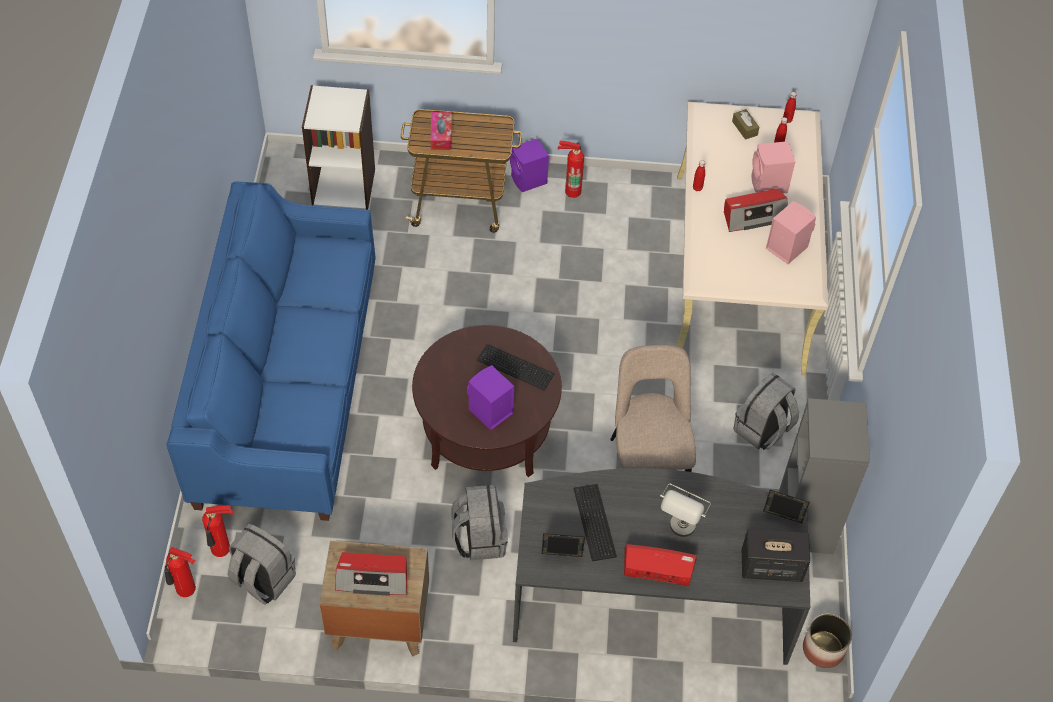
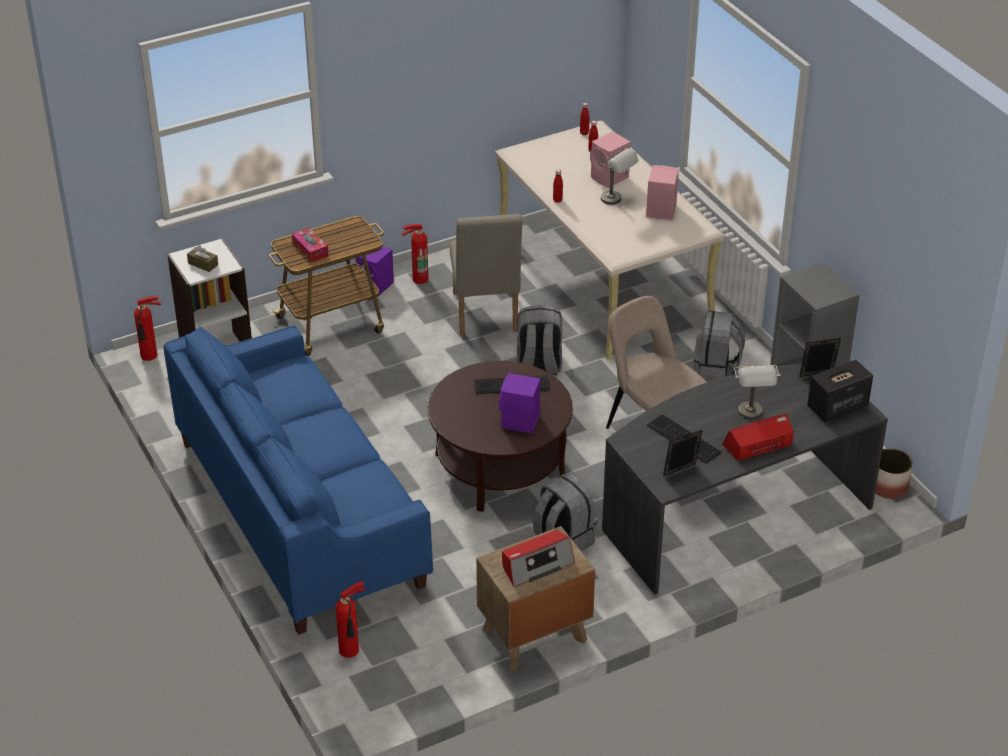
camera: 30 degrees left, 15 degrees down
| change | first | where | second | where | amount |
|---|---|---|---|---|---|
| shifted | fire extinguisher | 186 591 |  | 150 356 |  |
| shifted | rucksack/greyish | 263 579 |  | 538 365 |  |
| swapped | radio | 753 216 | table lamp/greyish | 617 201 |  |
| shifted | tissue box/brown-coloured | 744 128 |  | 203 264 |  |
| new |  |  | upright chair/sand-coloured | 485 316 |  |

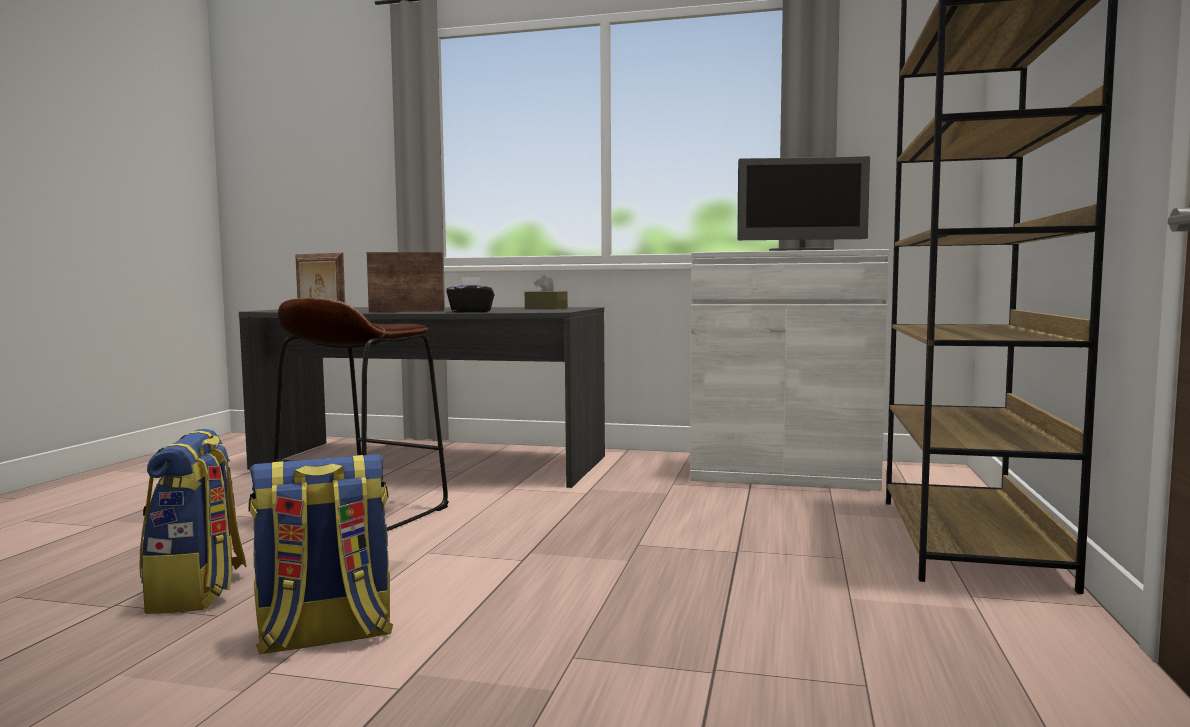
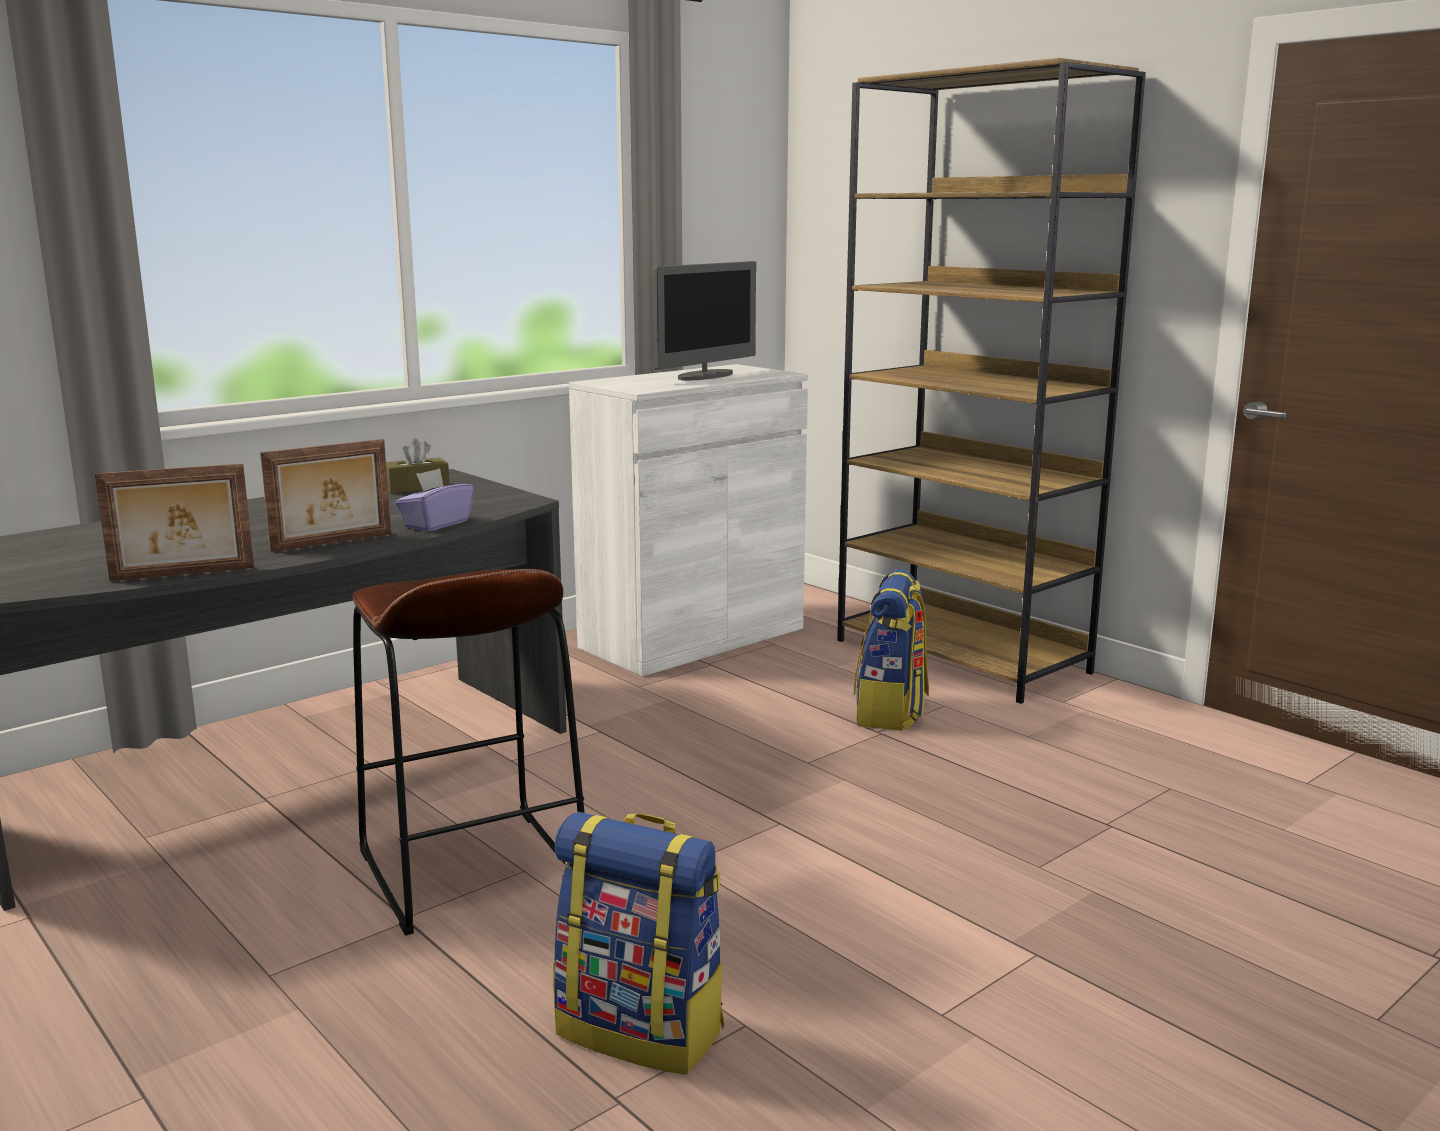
camera: 55 degrees left, 10 degrees up
| change | first | where | second | where | amount |
|---|---|---|---|---|---|
| shifted | rucksack | 325 636 |  | 891 712 |  |
| rotated | photo frame | 406 311 |  | 333 543 | 150 degrees counterclockwise |
| repainted | tissue box/black-coloured | 471 312 | tissue box/purplish | 436 524 |  |

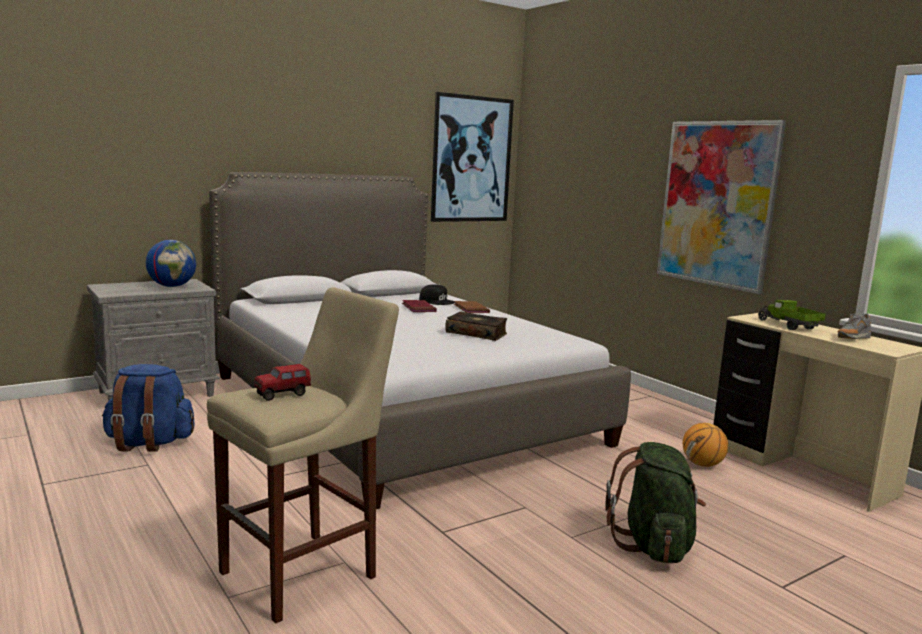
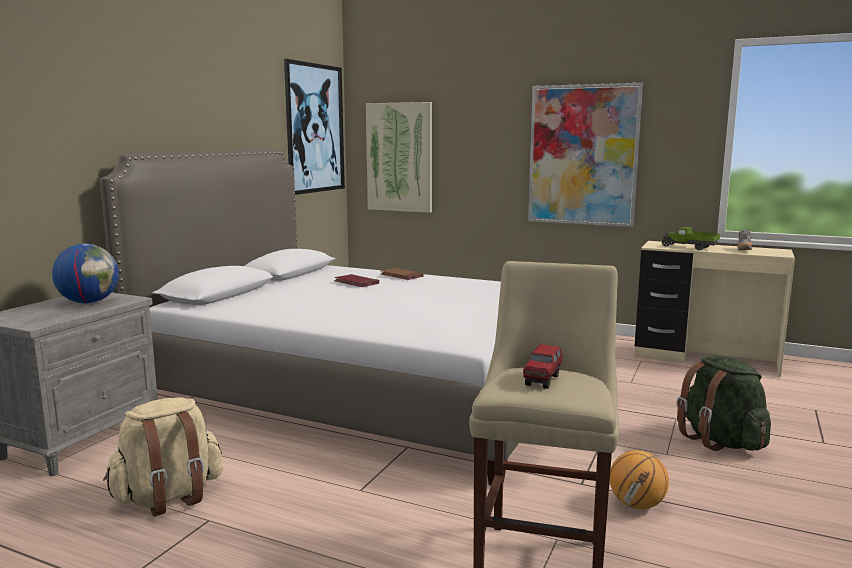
camera: 30 degrees left, 0 degrees up
| change | first | where | second | where | amount |
|---|---|---|---|---|---|
| repainted | rucksack/blue-coloured | 148 443 | rucksack/sand-coloured | 169 497 |  |
| gone | baseball cap/black-coloured | 437 301 |  |  |  |
| gone | volume | 476 333 |  |  |  |
| shifted | ball for basketball | 702 464 |  | 637 505 |  |
| new |  |  | picture | 399 157 |  |

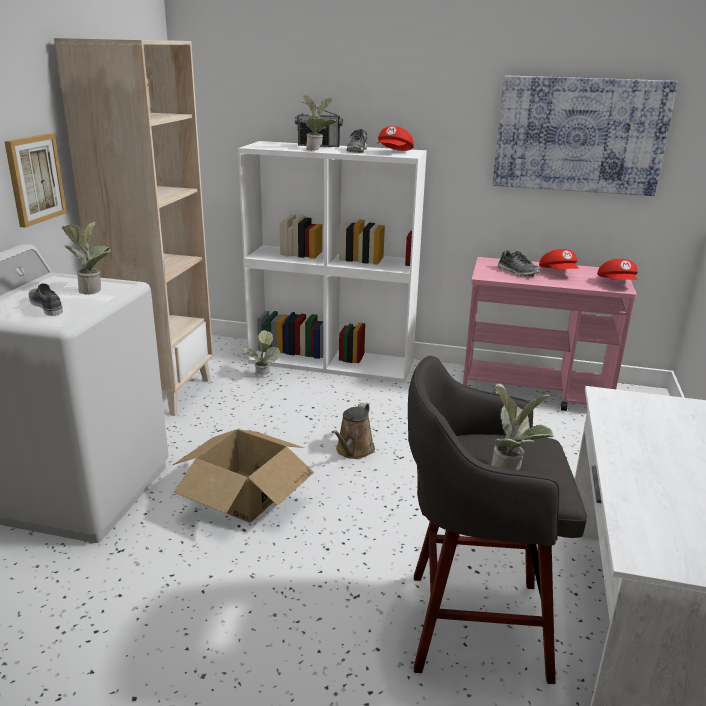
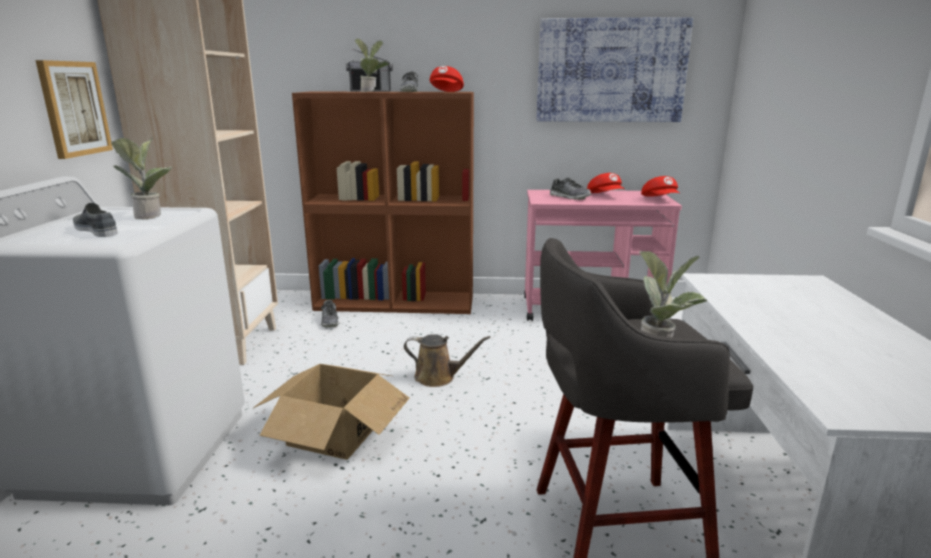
camera: 10 degrees left, 5 degrees down
| change | first | where | second | where | amount |
|---|---|---|---|---|---|
| repainted | bookcase/white | 332 362 | bookcase/brown-coloured | 396 302 |  |
| swapped | houseplant | 262 377 | low shoe | 330 321 |  |
| rotated | sprinkling can/brown-coloured | 353 451 |  | 438 377 | 90 degrees counterclockwise |

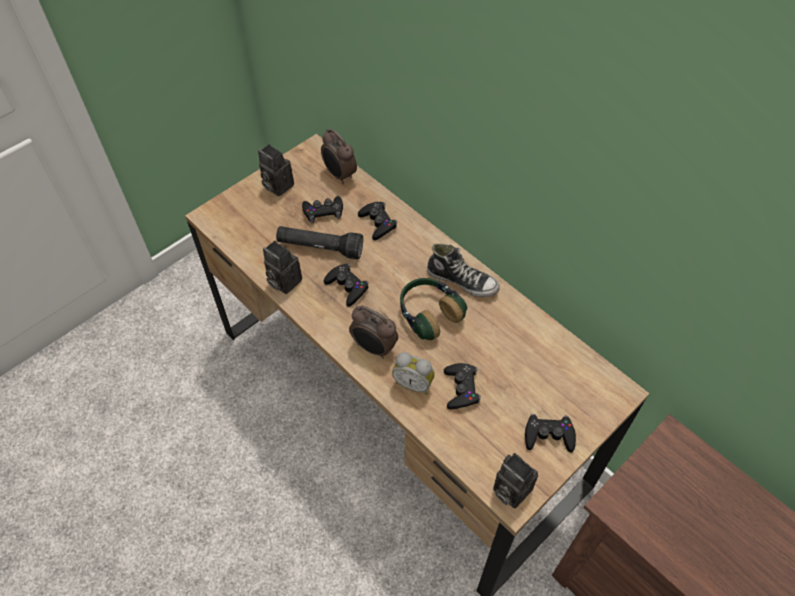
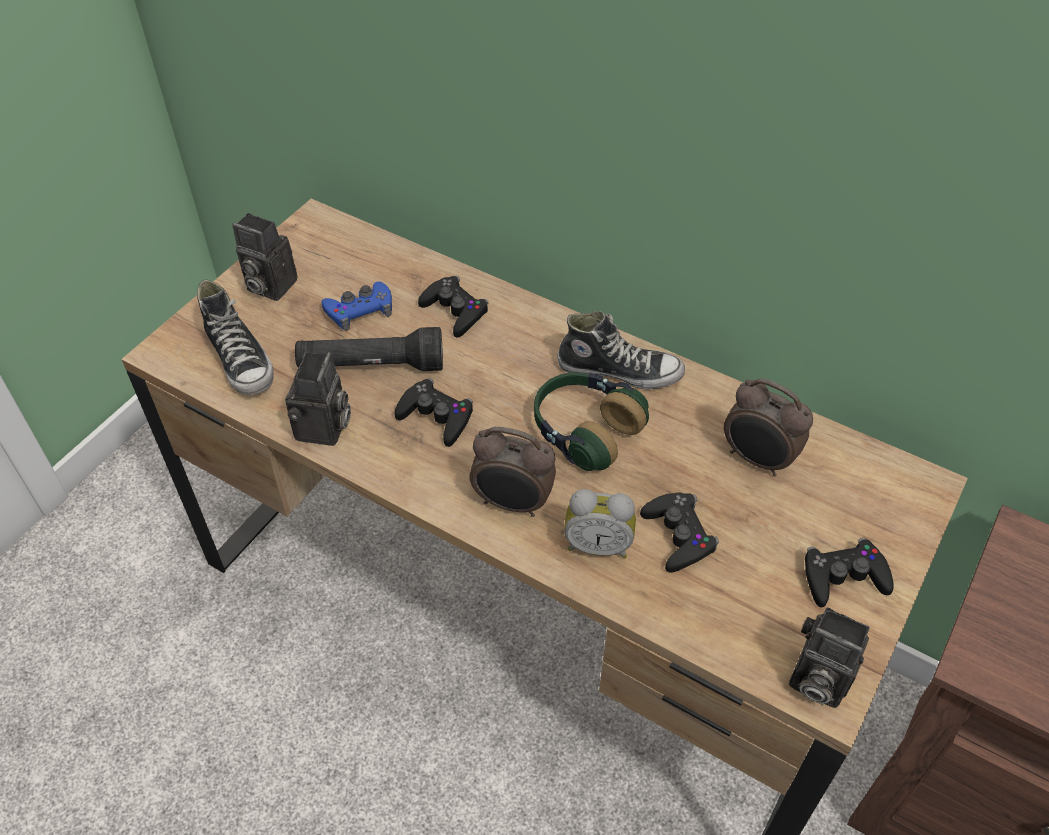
camera: 15 degrees left, 5 degrees down
| change | first | where | second | where | amount |
|---|---|---|---|---|---|
| rotated | photo camera | 282 281 |  | 324 430 | 105 degrees counterclockwise |
| repainted | joypad/black-coloured | 323 212 | joypad/blue-coloured | 360 310 |  |
| shifted | bedside clock | 339 175 |  | 757 459 |  |
| new |  |  | low shoe | 241 360 |  |

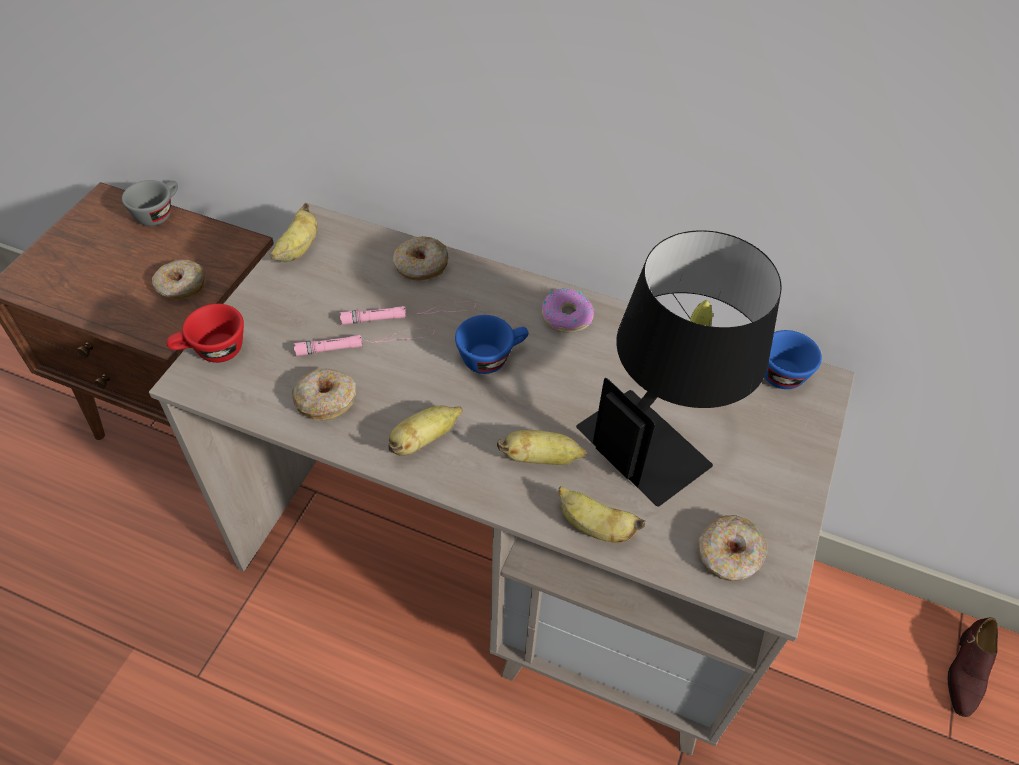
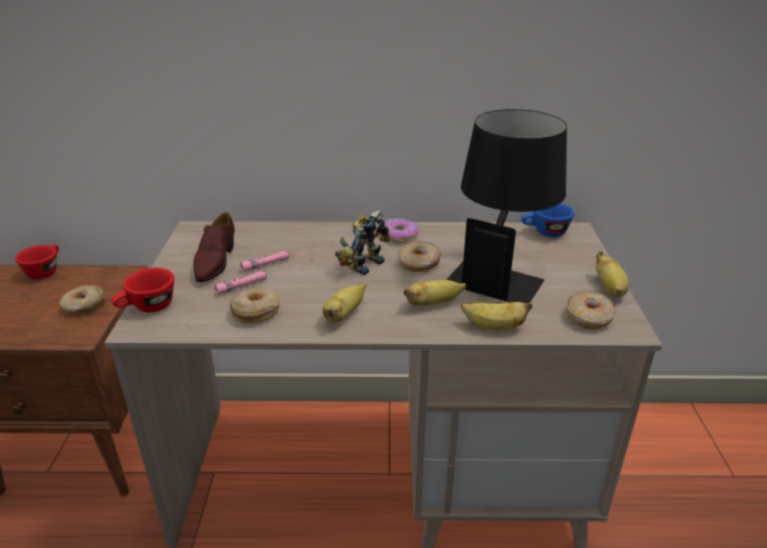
camera: 20 degrees left, 20 degrees down
| change | first | where | second | where | amount |
|---|---|---|---|---|---|
| repainted | small cup/greyish | 158 213 | small cup/reddish | 45 271 |  |
| shifted | banana | 298 250 |  | 610 289 |  |
| shifted | doughnut | 421 266 |  | 419 263 |  |
| swapped | small cup/blue-coloured | 492 357 | toy robot | 363 264 |  |
| shifted | low shoe/brown-coloured | 965 672 |  | 215 261 |  |

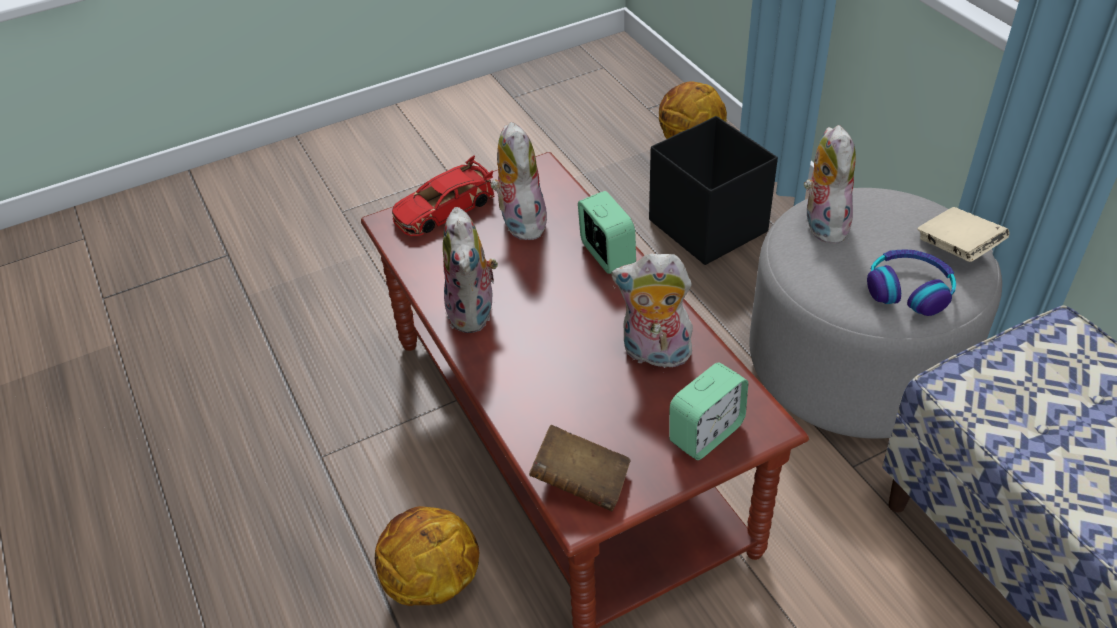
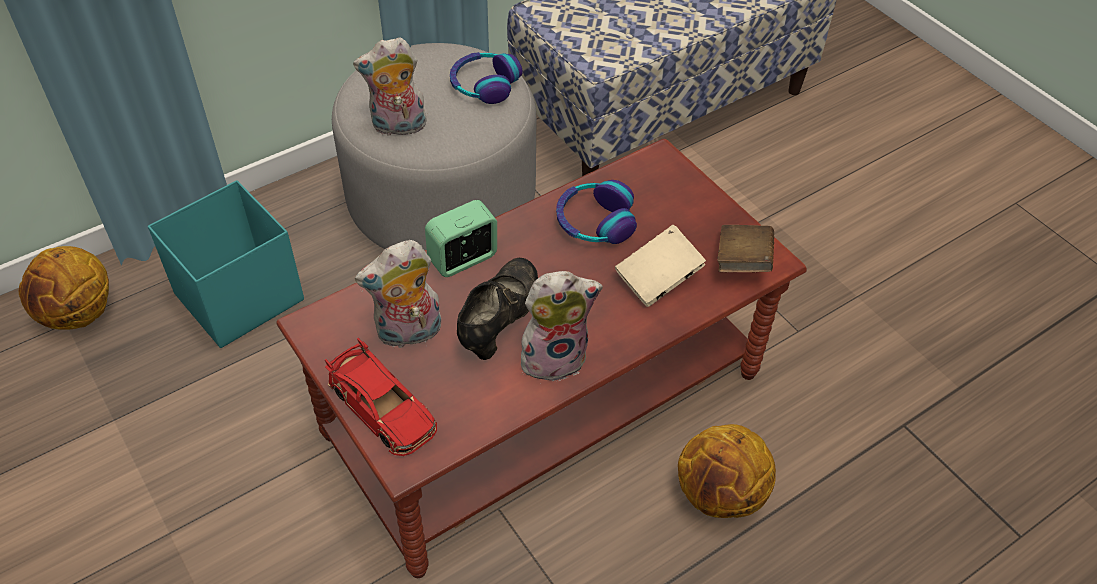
camera: 100 degrees left, 5 degrees up
| change | first | where | second | where | amount |
|---|---|---|---|---|---|
| swapped | plush toy | 654 354 | headset | 595 222 |  |
| repainted | storage bin/black-coloured | 707 225 | storage bin/blue-green | 237 298 |  |
| gone | bedside clock | 706 433 |  |  |  |
| shifted | volume/sand-coloured | 957 248 |  | 658 279 |  |
| new |  |  | low shoe/black-coloured | 499 321 |  |

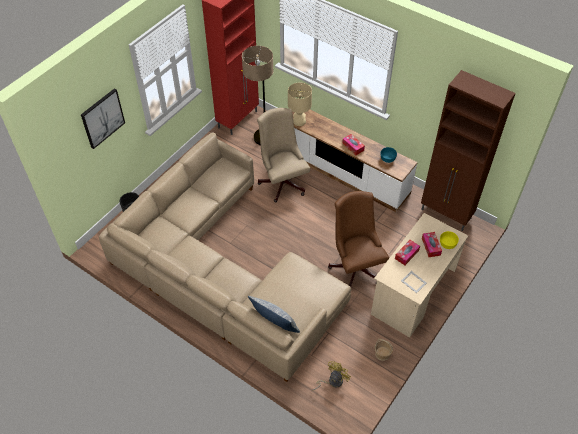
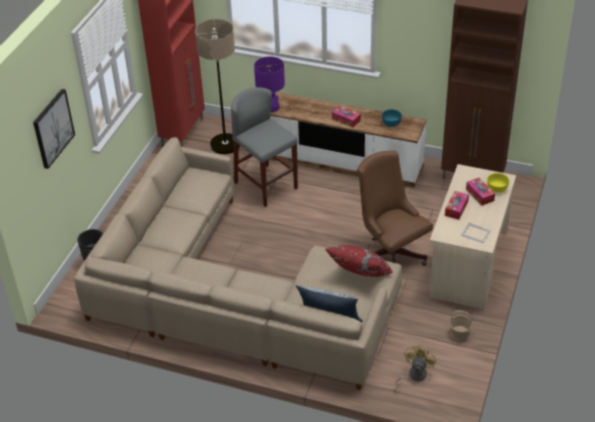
camera: 15 degrees left, 10 degrees down
| change | first | where | second | where | amount |
|---|---|---|---|---|---|
| swapped | desk chair/sand-coloured | 282 181 | stool/greyish | 266 185 |  |
| repainted | table lamp/sand-coloured | 299 121 | table lamp/purplish | 271 107 |  |
| new |  |  | pillow/reddish | 359 276 |  |

